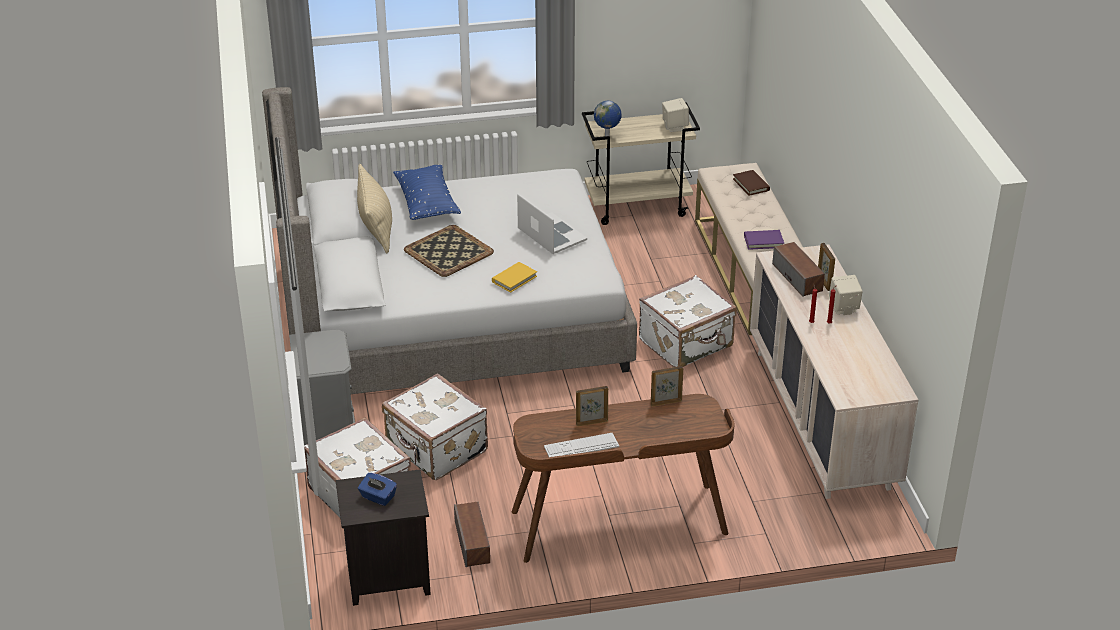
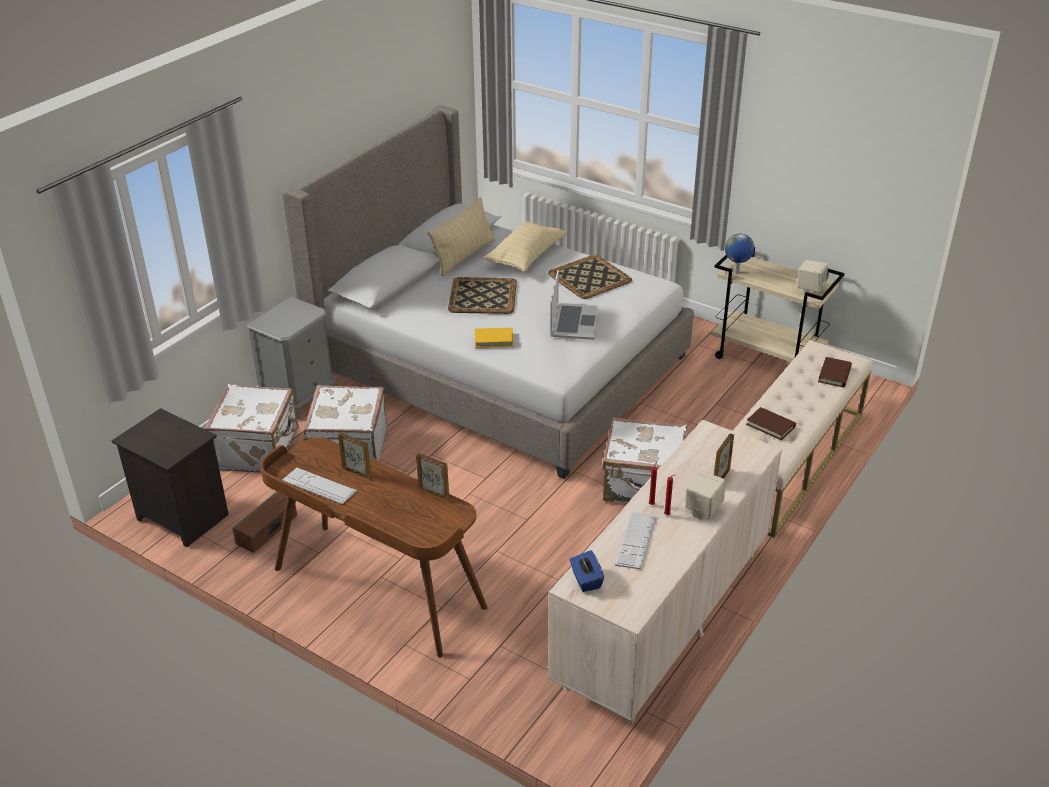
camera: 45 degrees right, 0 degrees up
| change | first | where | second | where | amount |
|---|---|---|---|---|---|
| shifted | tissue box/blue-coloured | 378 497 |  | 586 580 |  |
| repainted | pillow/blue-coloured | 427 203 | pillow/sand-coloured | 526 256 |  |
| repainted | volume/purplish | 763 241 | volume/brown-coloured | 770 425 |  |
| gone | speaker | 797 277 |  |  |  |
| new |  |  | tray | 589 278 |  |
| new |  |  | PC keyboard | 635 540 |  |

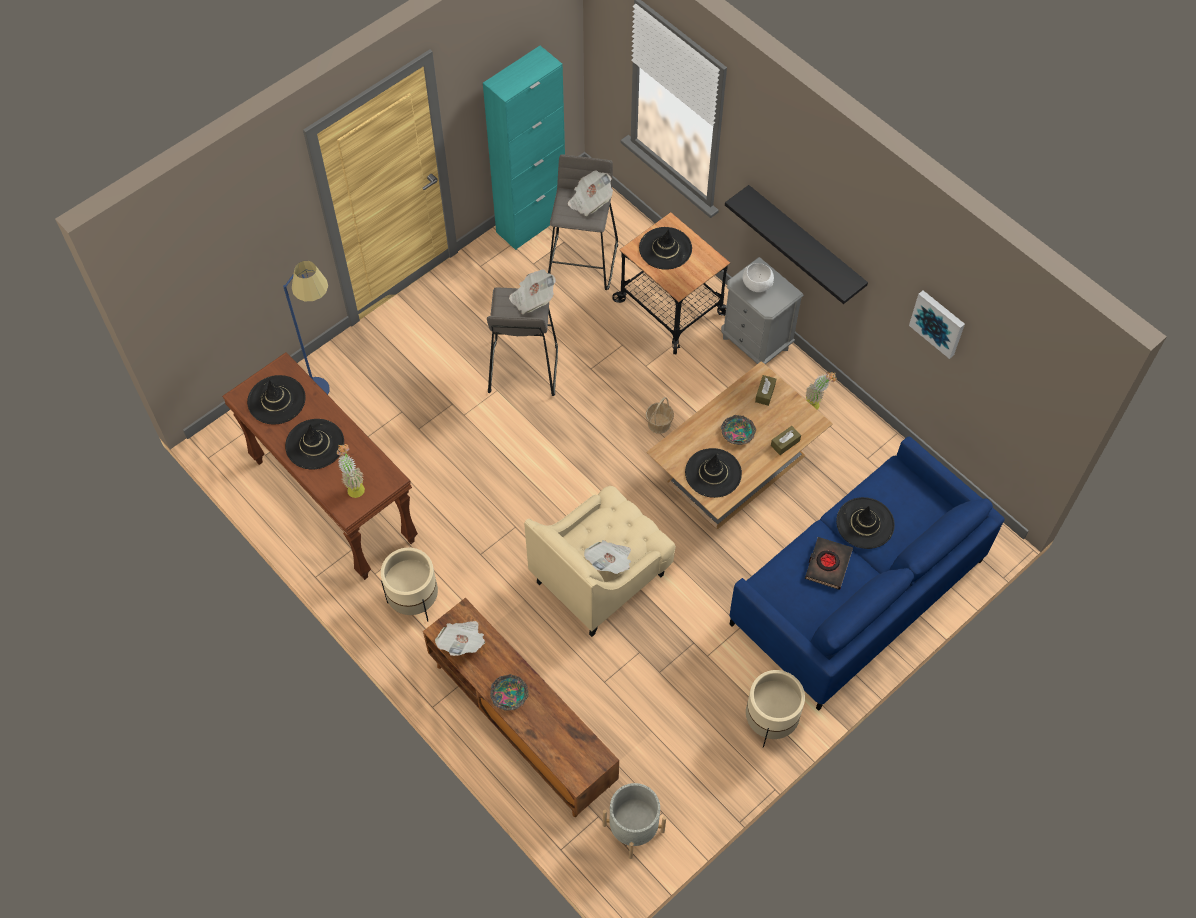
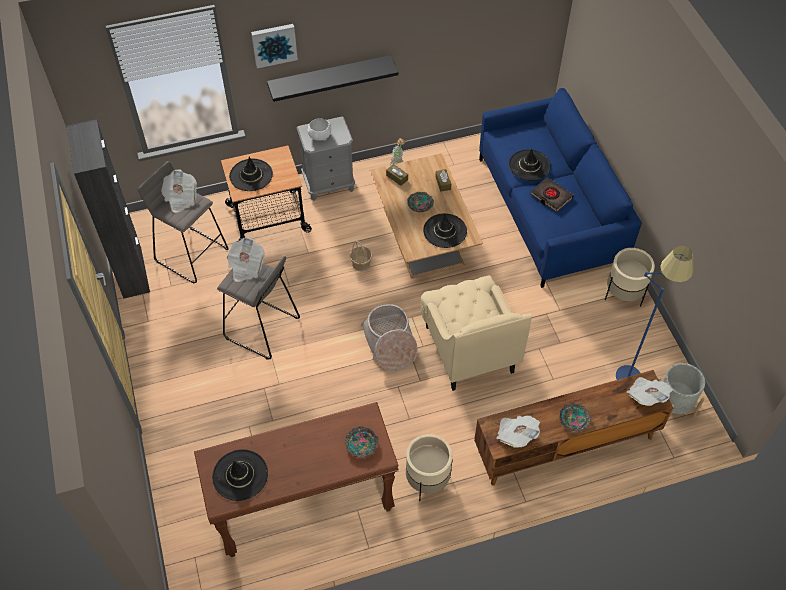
camera: 65 degrees left, 5 degrees down
| change | first | where | second | where | amount |
|---|---|---|---|---|---|
| shifted | floor lamp/blue-coloured | 328 391 |  | 633 367 |  |
| gone | wearable hat/black-coloured | 314 444 |  |  |  |
| swapped | houseplant | 354 486 | deep dish | 361 444 |  |
| repainted | cabinet/blue-green | 531 223 | cabinet/black-coloured | 132 272 |  |
| shifted | daily paper | 610 562 |  | 646 396 |  |
| shifted | picture | 938 322 |  | 274 44 |  |
| new |  |  | household basket | 390 344 |  |

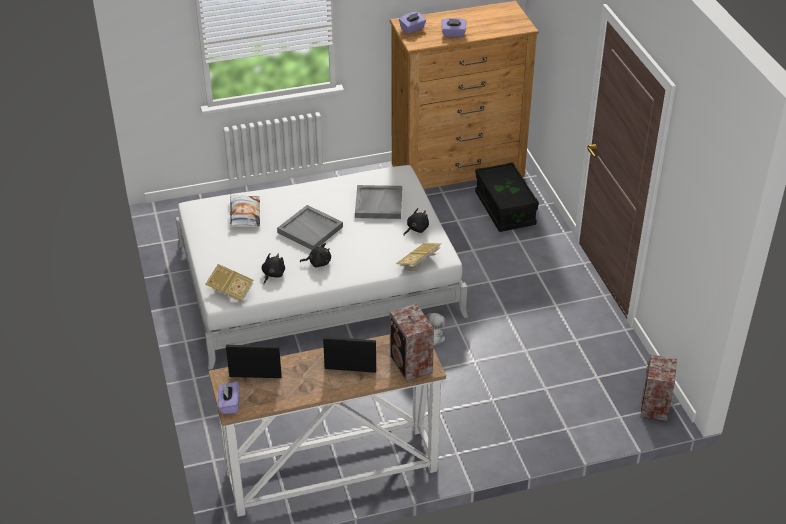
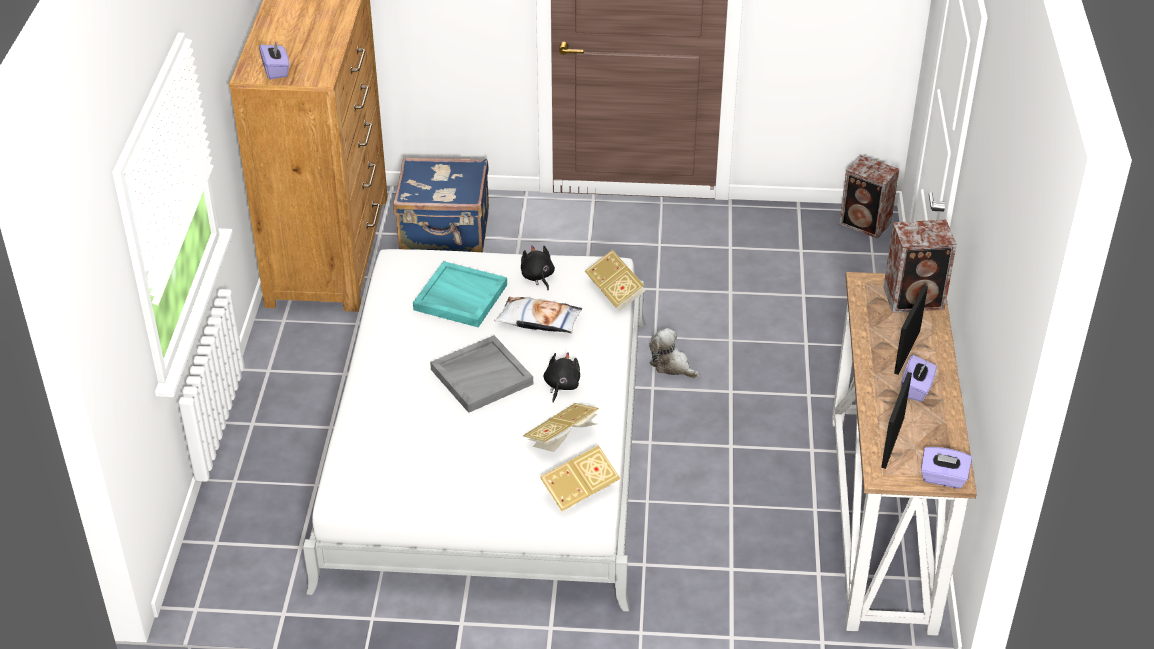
camera: 70 degrees left, 0 degrees up
| change | first | where | second | where | amount |
|---|---|---|---|---|---|
| shifted | pillow | 244 214 |  | 538 321 |  |
| swapped | plush toy/black-coloured | 273 274 | volume | 562 439 |  |
| repainted | tray/greyish | 378 204 | tray/blue-green | 459 297 |  |
| shifted | tissue box/purplish | 453 34 |  | 916 389 |  |
| swapped | storage bin/black-coloured | 505 209 | travel case/blue-coloured | 445 232 |  |

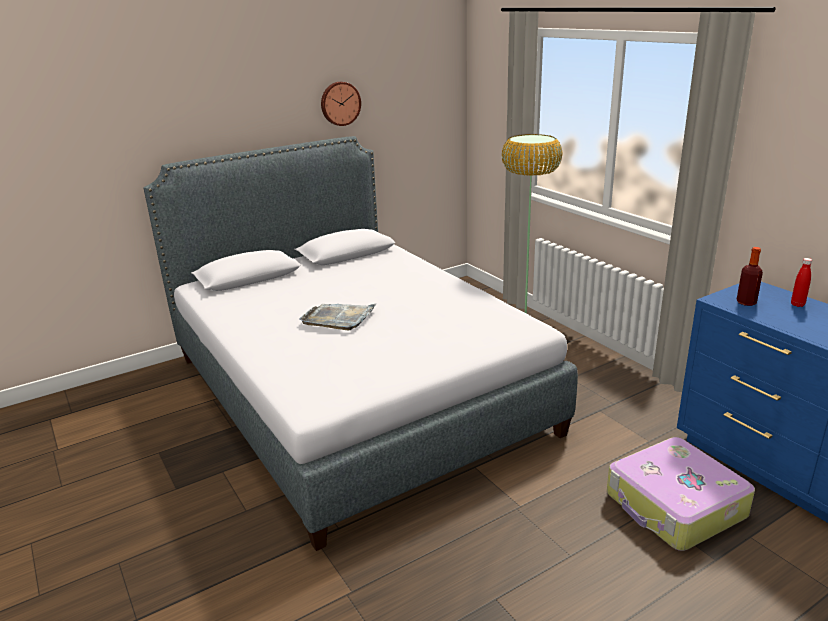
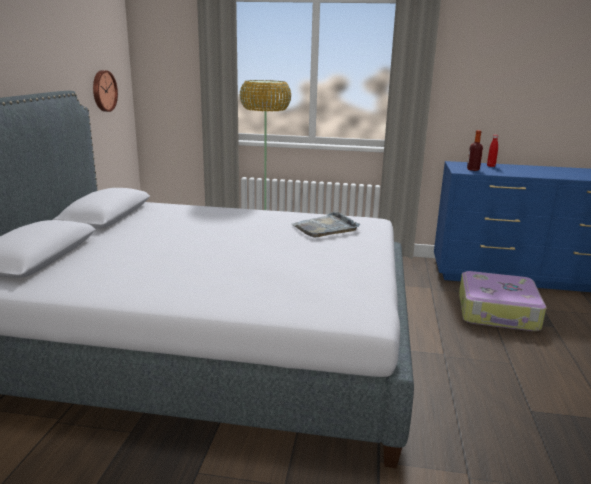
camera: 50 degrees left, 5 degrees down
| change | first | where | second | where | amount |
|---|---|---|---|---|---|
| shifted | tray/greyish | 338 318 |  | 325 227 |  |
| shifted | wall clock | 340 103 |  | 103 91 |  |

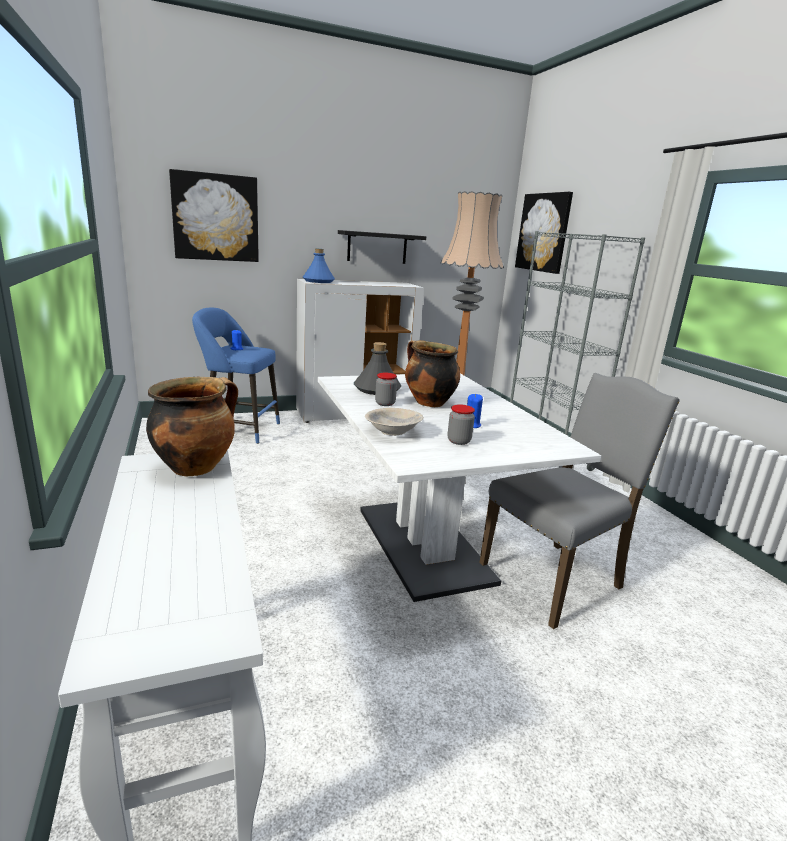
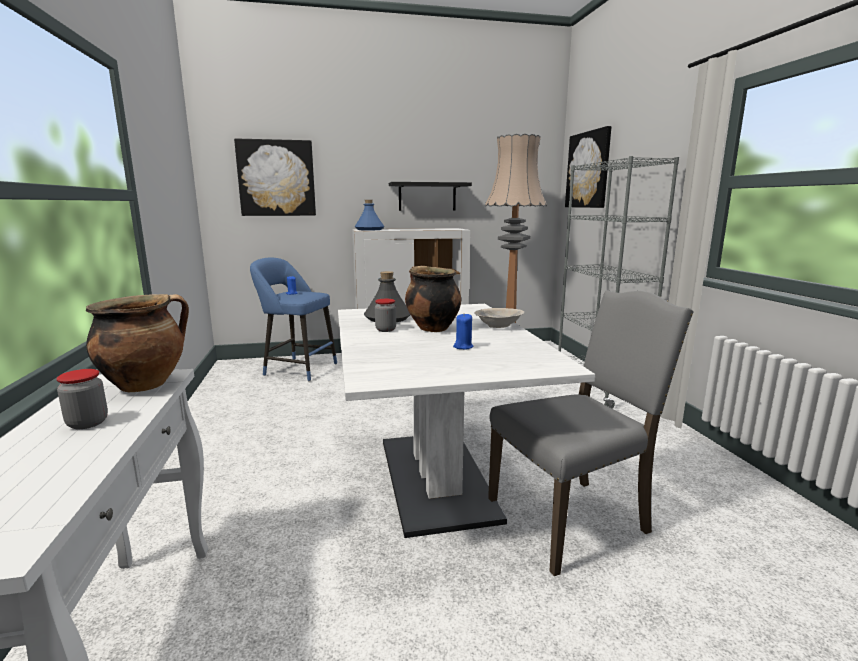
camera: 10 degrees right, 5 degrees down
| change | first | where | second | where | amount |
|---|---|---|---|---|---|
| shifted | deep dish/sand-coloured | 393 432 |  | 498 326 |  |
| shifted | jar | 459 441 |  | 87 423 |  |

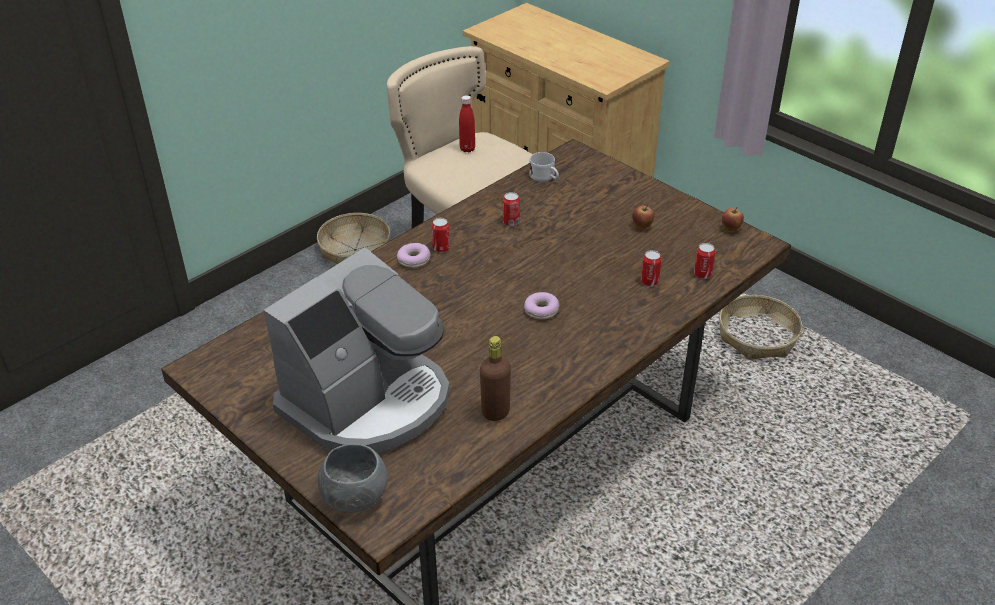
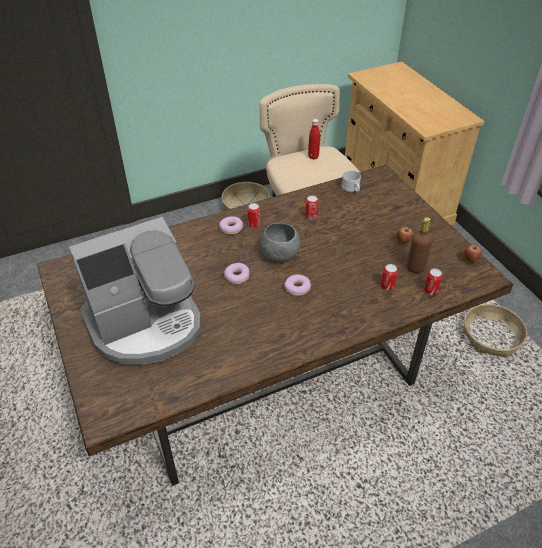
camera: 20 degrees right, 5 degrees up
| change | first | where | second | where | amount |
|---|---|---|---|---|---|
| shifted | deep dish/greyish | 354 497 |  | 279 254 |  |
| shifted | beverage bottle/brown-coloured | 495 412 |  | 415 267 |  |
| new |  |  | doughnut | 237 276 |  |

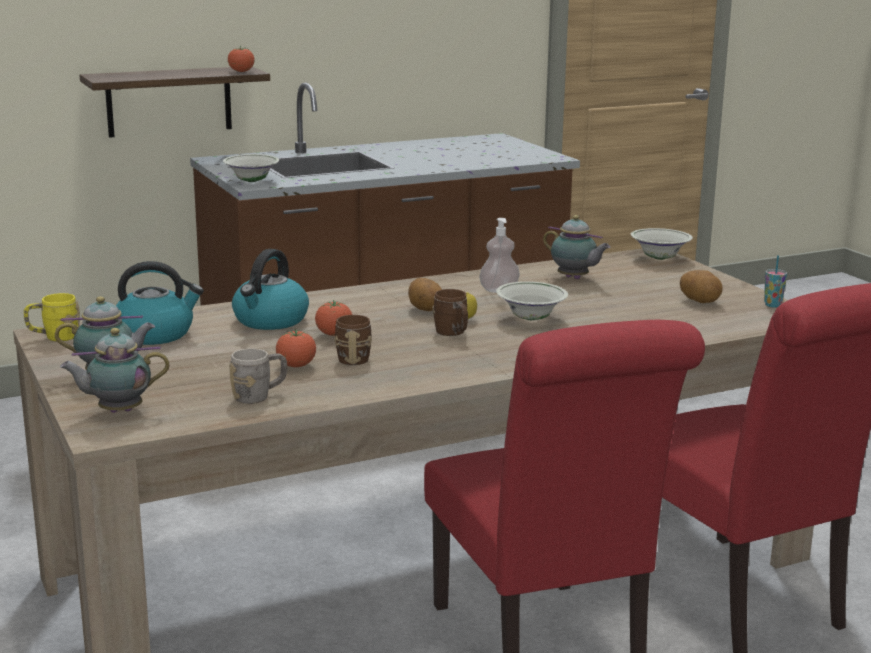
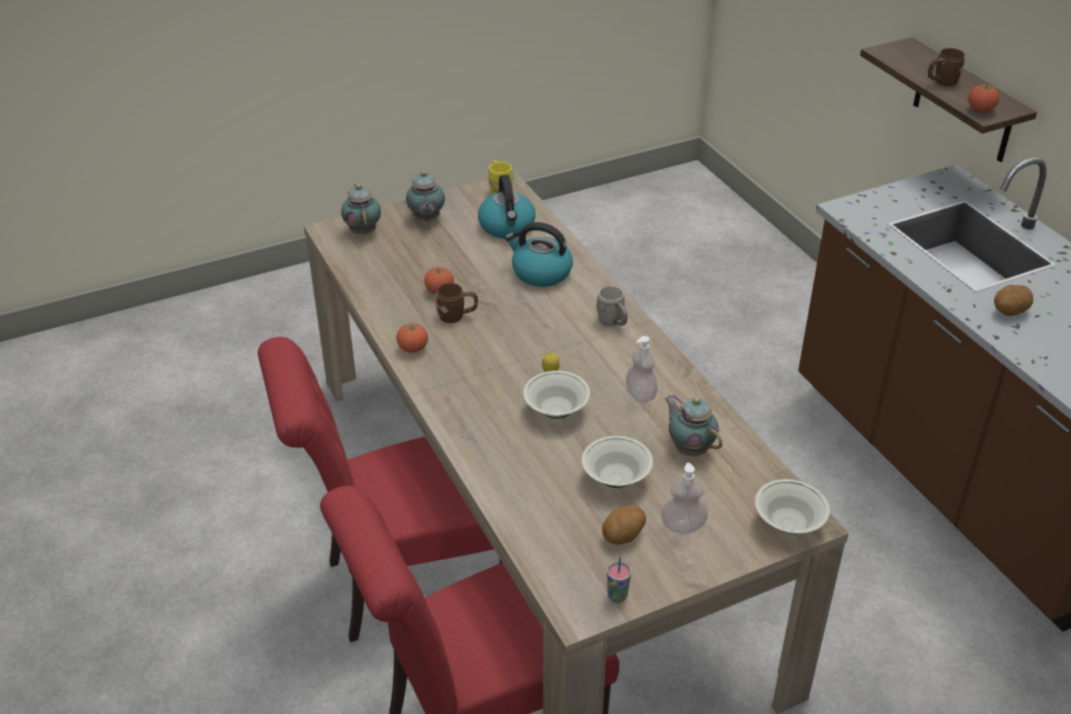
camera: 90 degrees right, 20 degrees up
| change | first | where | second | where | amount |
|---|---|---|---|---|---|
| shifted | deep dish/white | 251 181 |  | 616 479 |  |
| shifted | coffee mug/greyish | 259 396 |  | 613 322 |  |
| shifted | fresh tomato | 334 334 |  | 413 349 |  |
| shifted | potato | 425 310 |  | 1009 312 |  |
| shifted | coffee mug/brown-coloured | 453 333 |  | 941 82 |  |
| rotated | pot for tea | 574 278 |  | 689 448 | 105 degrees clockwise |
| new |  |  | liquid soap bottle | 683 526 |  |

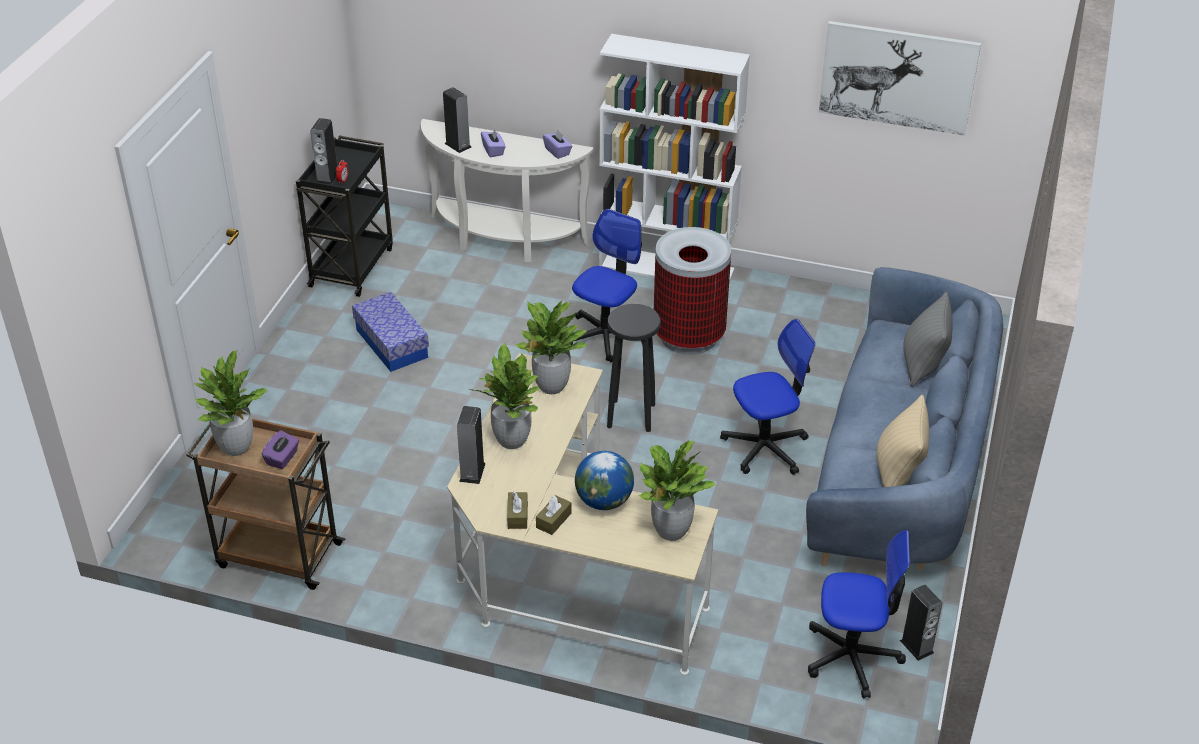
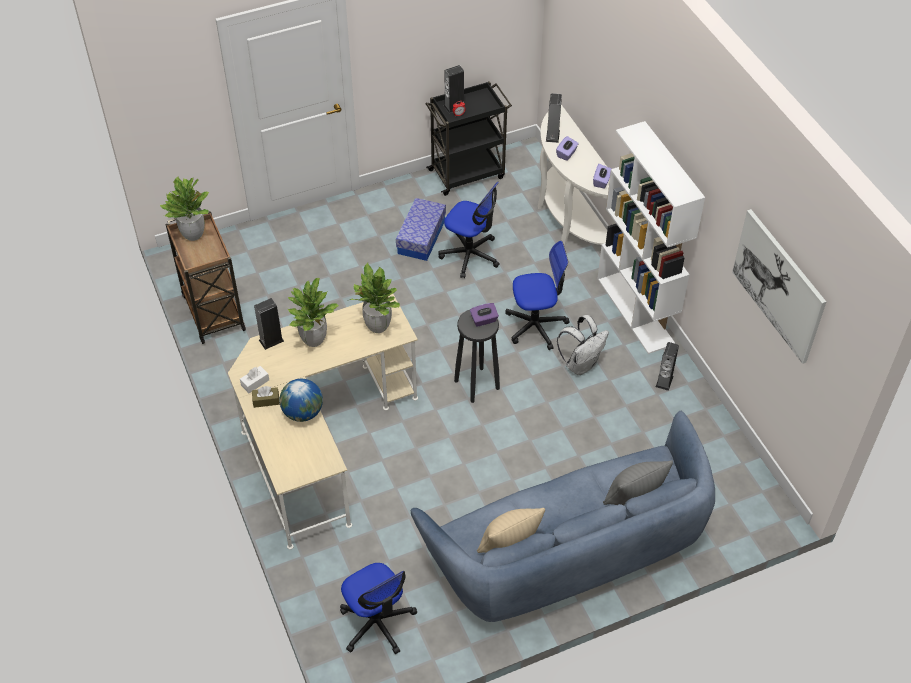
camera: 50 degrees right, 10 degrees up
| change | first | where | second | where | amount |
|---|---|---|---|---|---|
| shifted | tissue box/purplish | 282 458 |  | 484 320 |  |
| repainted | tissue box/brown-coloured | 517 516 | tissue box/white | 255 383 |  |
| gone | houseplant | 671 531 |  |  |  |
| swapped | waste bin | 688 336 | rucksack/white | 581 364 |  |
| shifted | desk chair | 765 447 |  | 470 255 |  |
| shifted | speaker | 916 646 |  | 664 381 |  |

